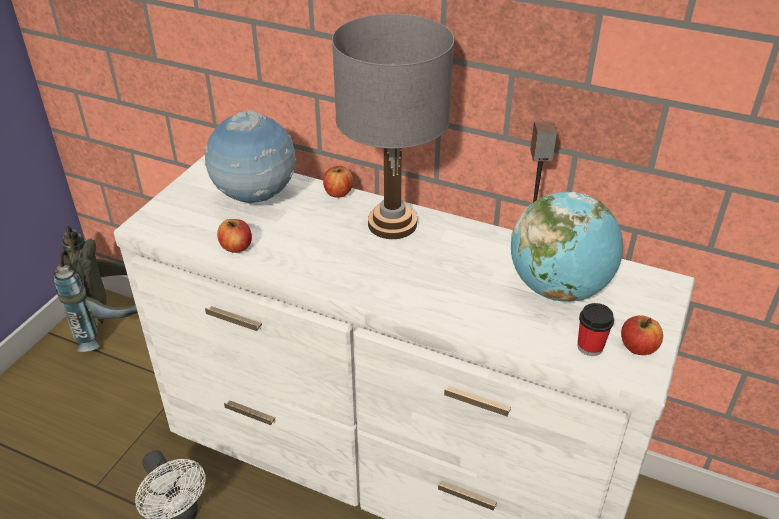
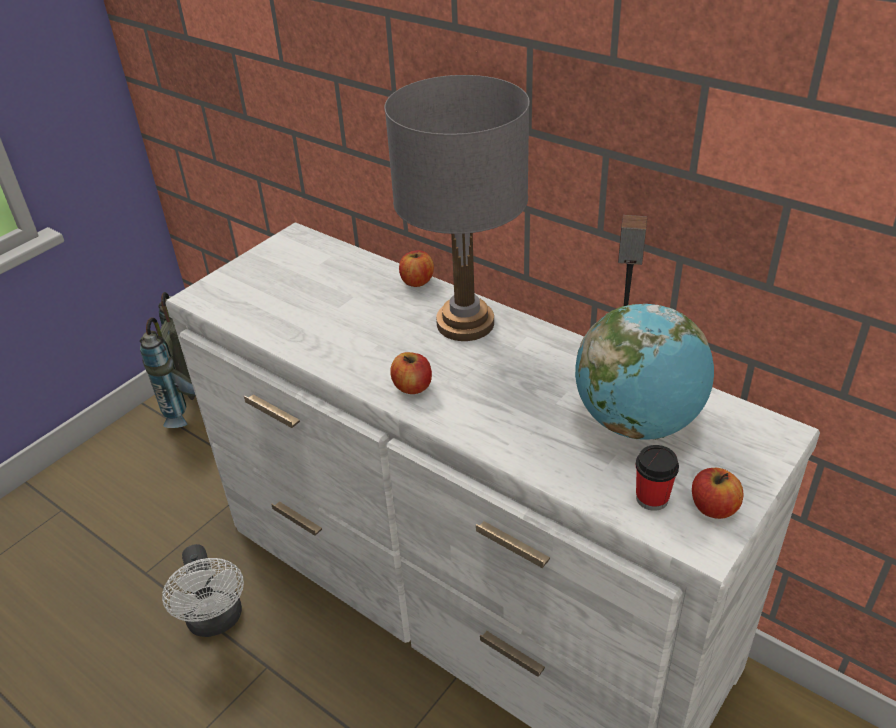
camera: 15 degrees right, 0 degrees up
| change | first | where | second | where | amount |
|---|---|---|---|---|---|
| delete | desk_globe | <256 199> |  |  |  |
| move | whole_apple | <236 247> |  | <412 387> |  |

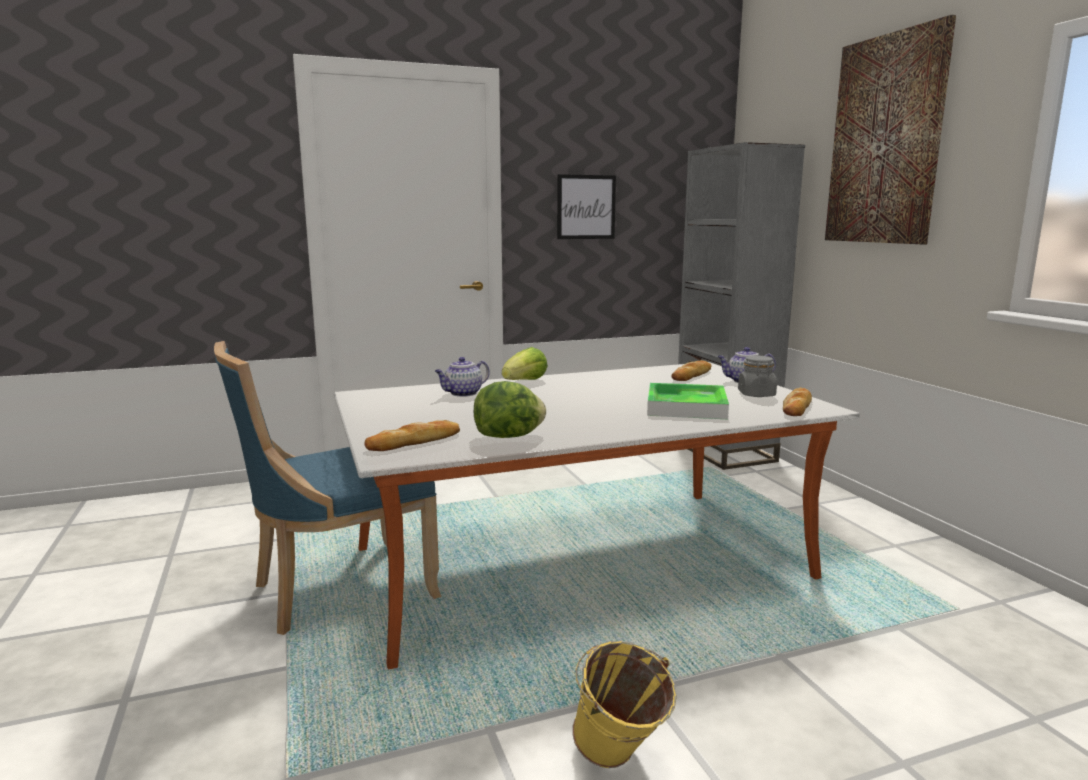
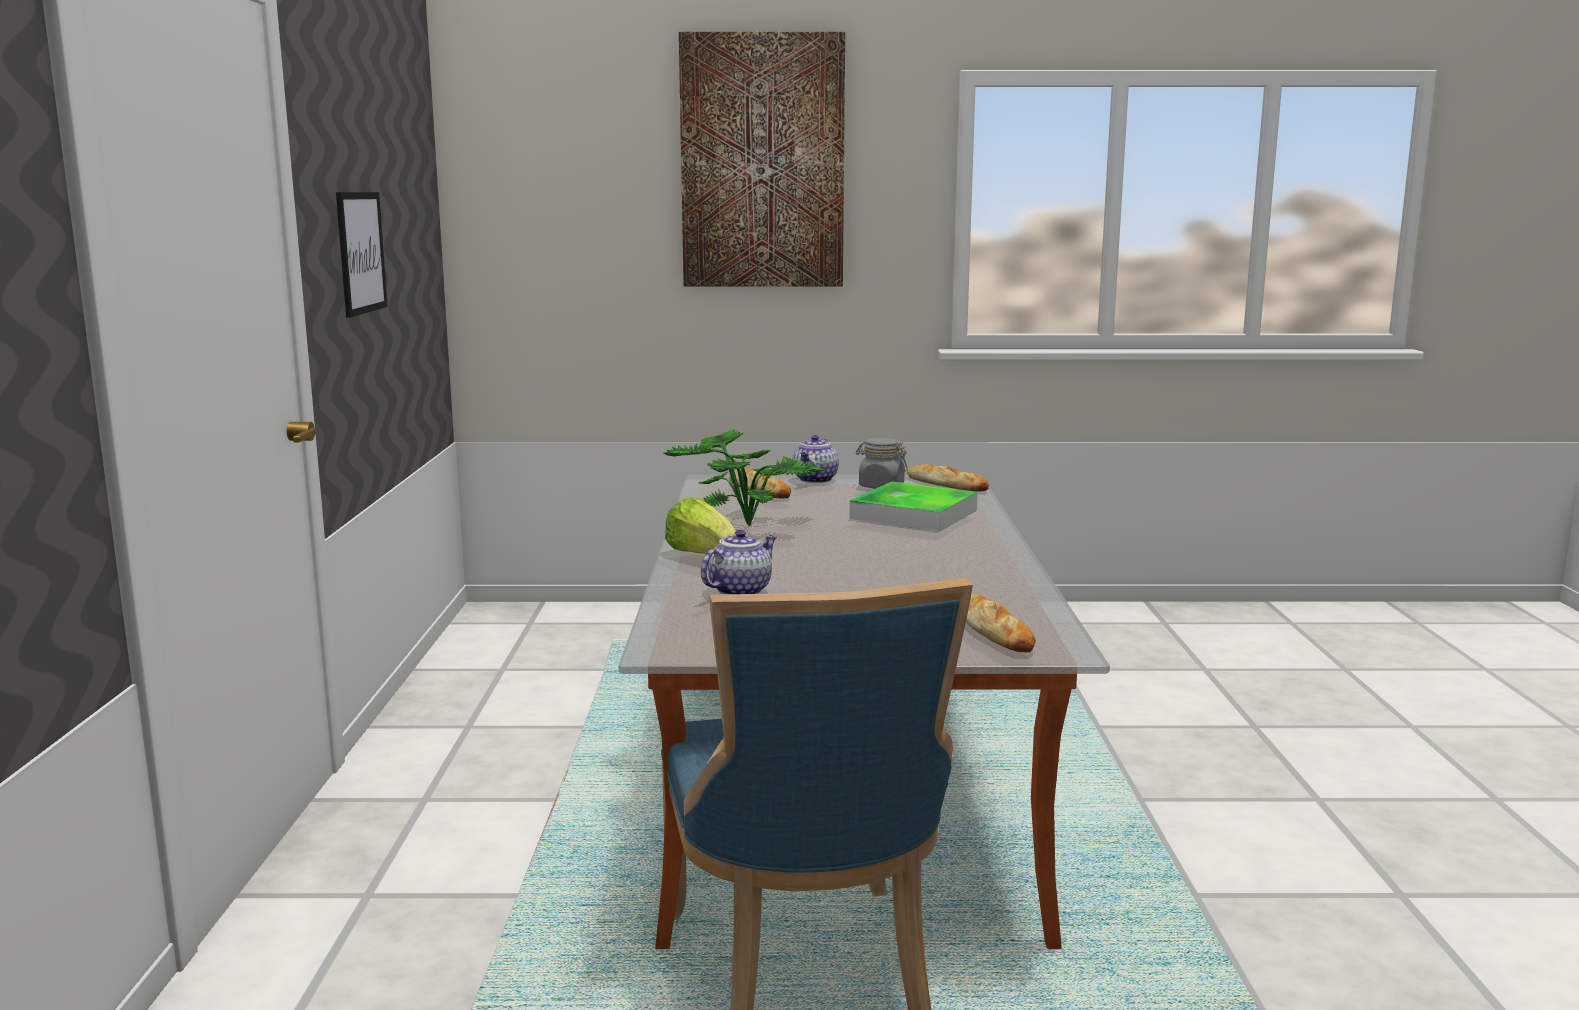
camera: 70 degrees left, 0 degrees up
| change | first | where | second | where | amount |
|---|---|---|---|---|---|
| delete | gray_bookshelf | <723 451> |  |  |  |
| rotate | teapot | <462 394> |  | <740 590> | 120 degrees counterclockwise |
| delete | head_of_lettuce | <509 437> |  |  |  |
| delete | yellowish_pail | <619 762> |  |  |  |
| insert |  |  | potted_plant | <746 523> |  |

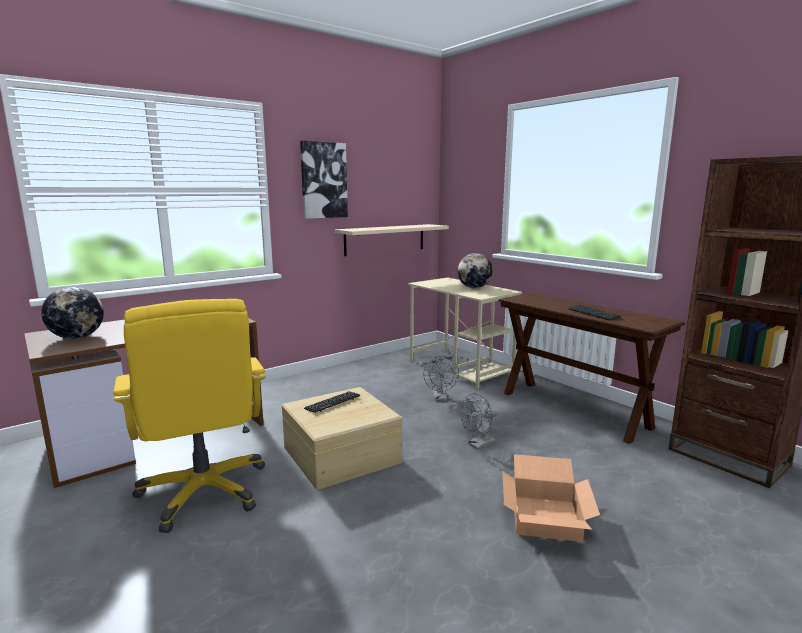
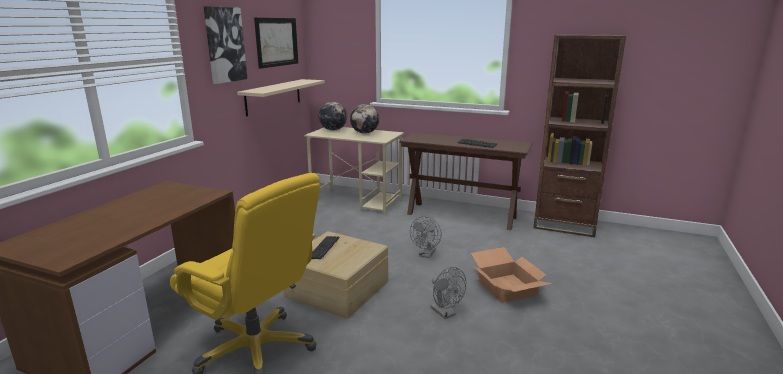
camera: 30 degrees left, 5 degrees up
| change | first | where | second | where | amount |
|---|---|---|---|---|---|
| move | desk_globe | <77 337> |  | <333 130> |  |
| move | gray_electric_fan | <440 398> |  | <445 313> |  |
| insert |  |  | picture | <276 42> |  |

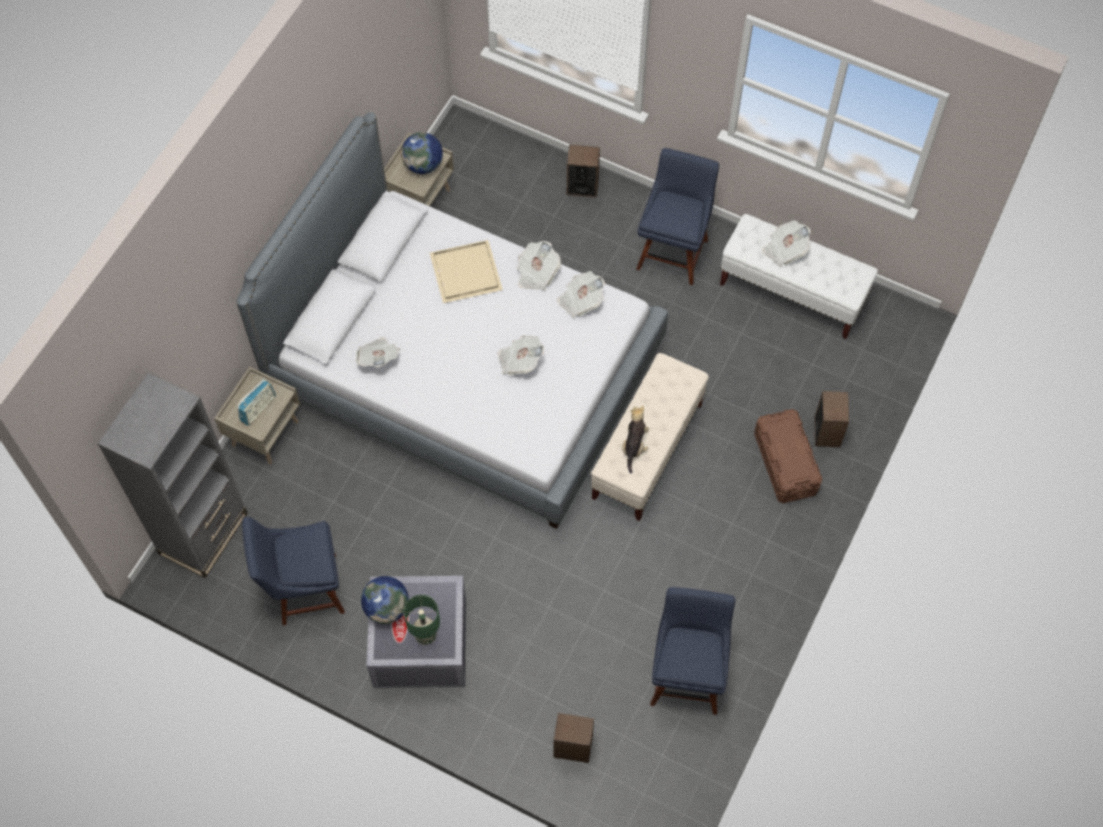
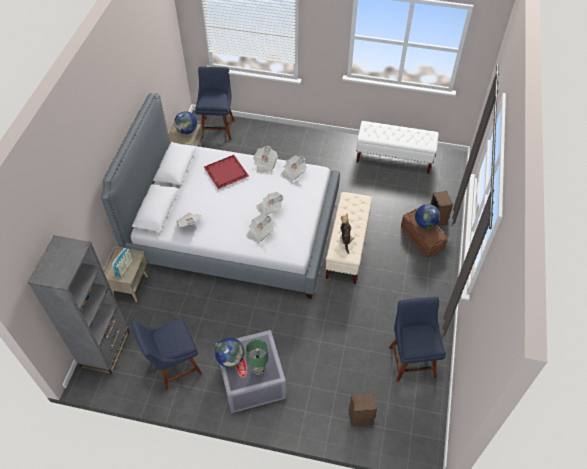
camera: 15 degrees left, 10 degrees down
| change | first | where | second | where | amount |
|---|---|---|---|---|---|
| delete | audio_speaker | <582 186> |  |  |  |
| move | blue-coloured_chair | <673 251> |  | <217 127> |  |
| move | newspaper | <785 249> |  | <259 233> |  |
| recolor | beige-coloured_serving_tray | <464 272> | reddish_serving_tray | <225 172> |  |
| insert |  |  | desk_globe | <425 223> |  |

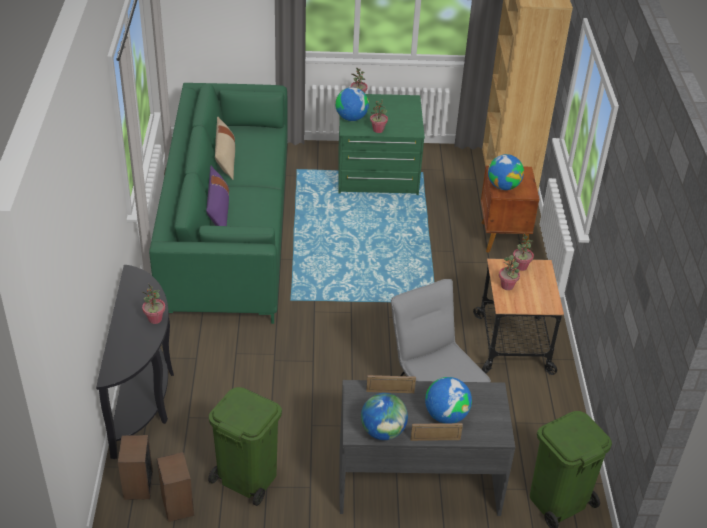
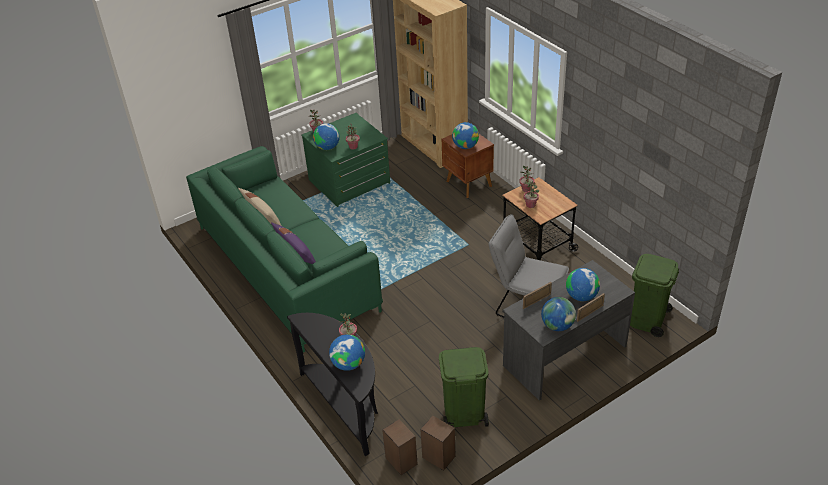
camera: 30 degrees left, 0 degrees up
| change | first | where | second | where | amount |
|---|---|---|---|---|---|
| insert |  |  | desk_globe | <348 364> |  |

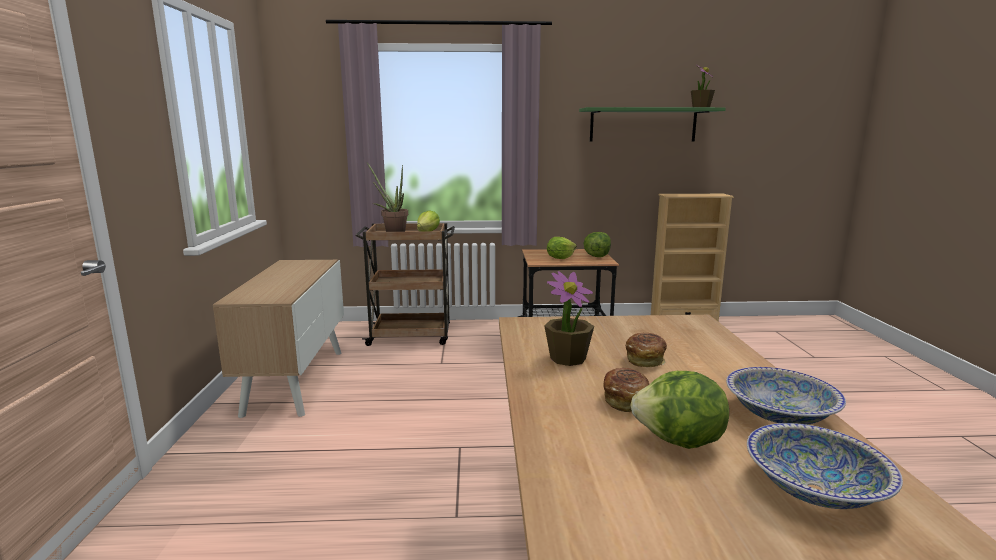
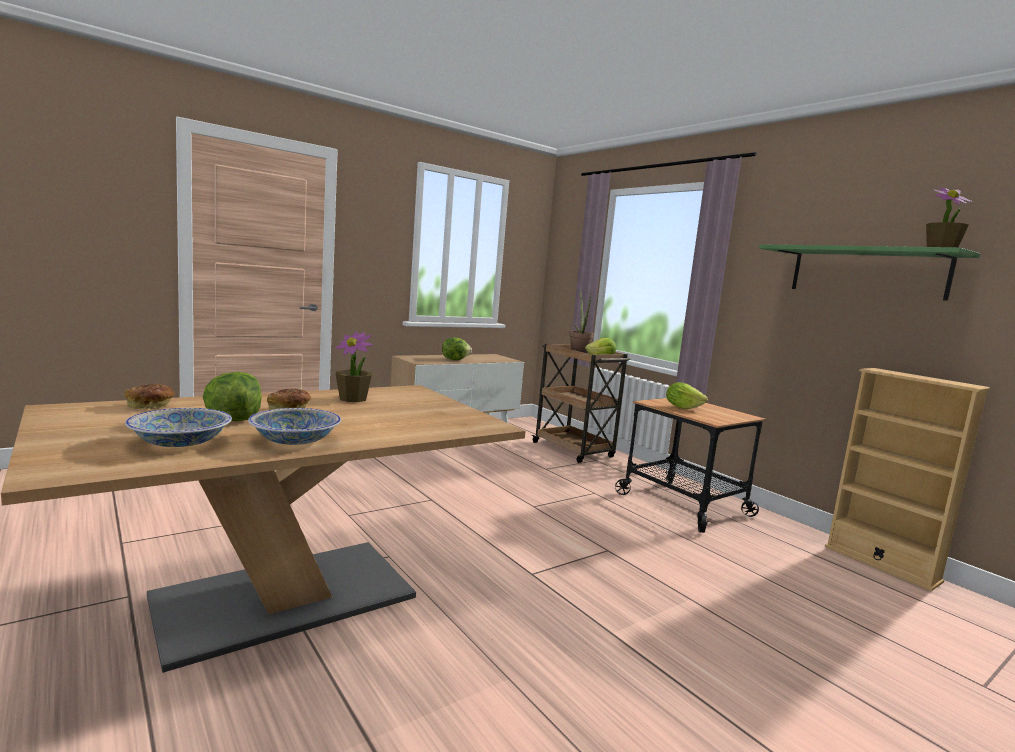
camera: 55 degrees right, 5 degrees down
| change | first | where | second | where | amount |
|---|---|---|---|---|---|
| move | head_of_lettuce | <596 256> |  | <454 360> |  |
| move | bakery_bread | <645 360> |  | <151 407> |  |

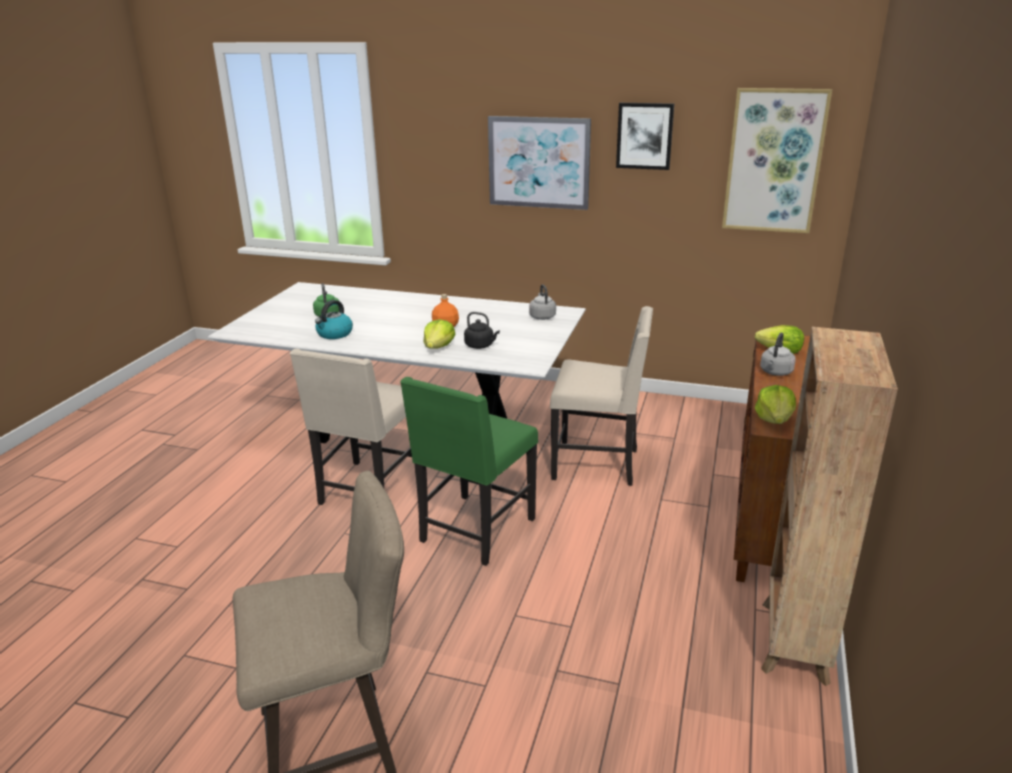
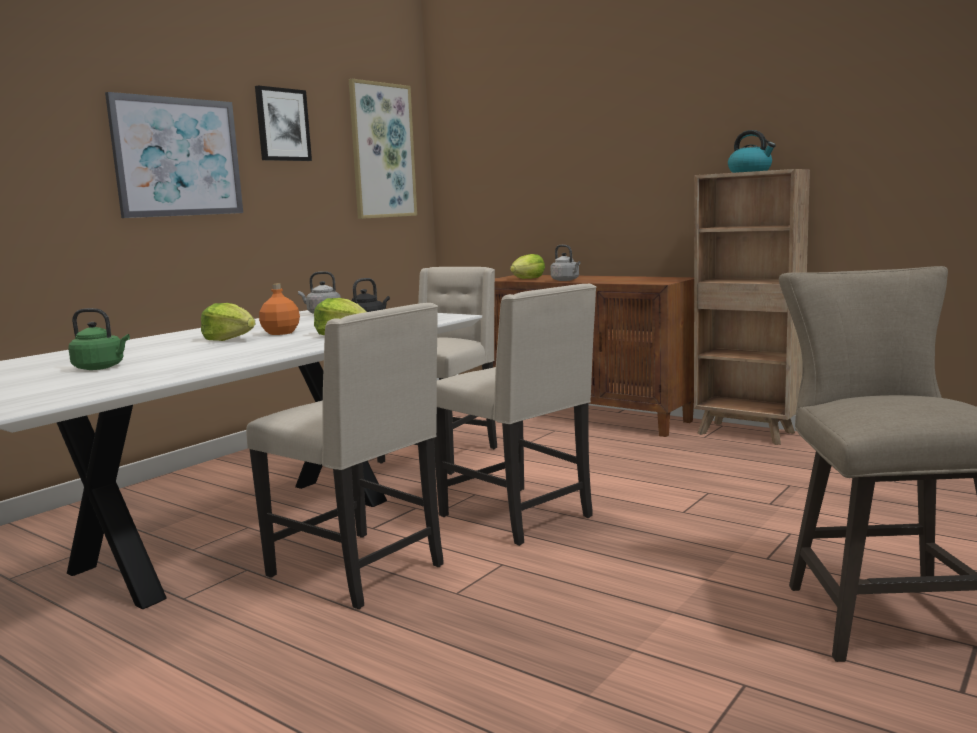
camera: 70 degrees left, 15 degrees down
| change | first | where | second | where | amount |
|---|---|---|---|---|---|
| move | kettle | <334 334> |  | <750 171> |  |
| recolor | green_chair | <475 531> | beige-coloured_chair | <519 516> |  |
| move | head_of_lettuce | <774 420> |  | <230 339> |  |

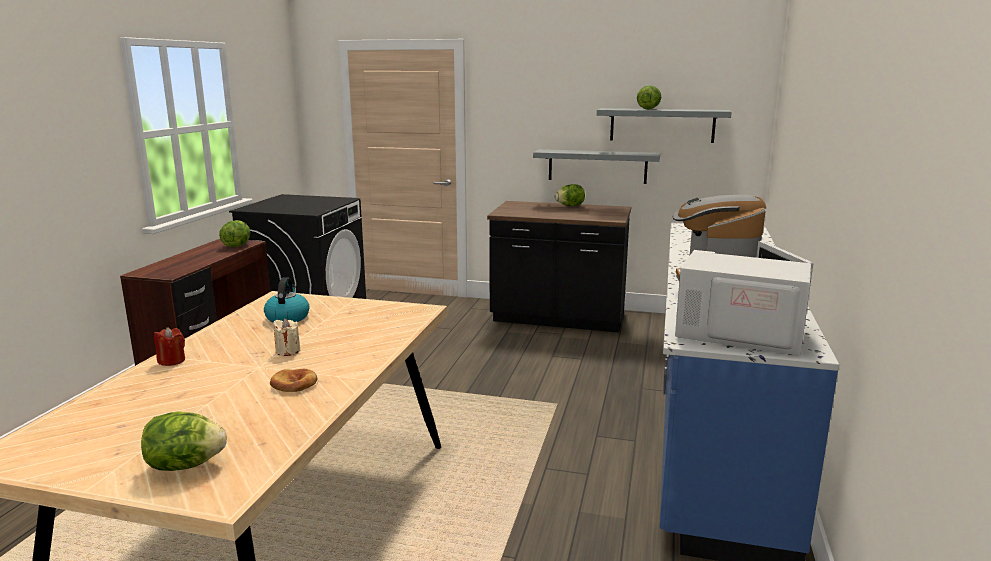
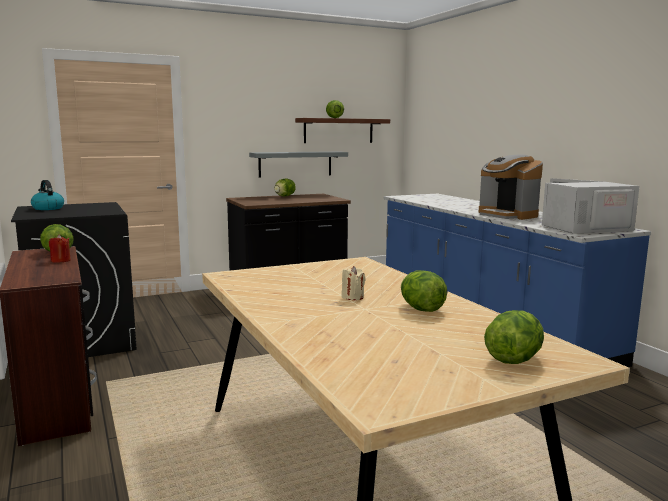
camera: 40 degrees left, 5 degrees down
| change | first | where | second | where | amount |
|---|---|---|---|---|---|
| recolor | gray_wall_shelf | <662 125> | brownish_wall_shelf | <338 130> |  |
| move | kettle | <287 317> |  | <47 208> |  |
| move | reddish_wax_candle | <171 361> |  | <60 260> |  |
| replace | bakery_bread | <294 384> | head_of_lettuce | <421 309> |  |

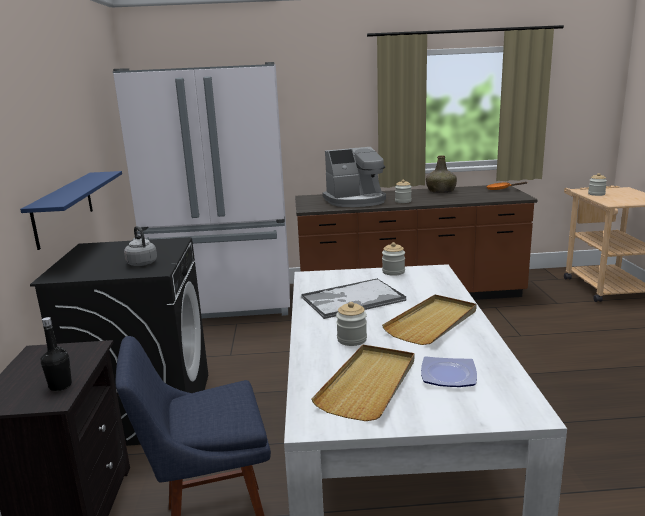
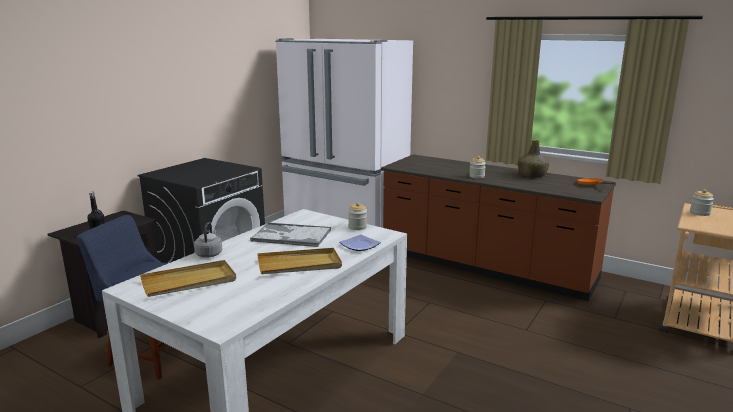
camera: 35 degrees right, 0 degrees up
| change | first | where | second | where | amount |
|---|---|---|---|---|---|
| delete | coffee_machine | <356 201> |  |  |  |
| delete | blue-coloured_wall_shelf | <63 208> |  |  |  |
| move | gray_kettle | <141 263> |  | <209 254> |  |
| delete | preserve_jar | <352 339> |  |  |  |
| move | flat_dish | <449 375> |  | <360 245> |  |

